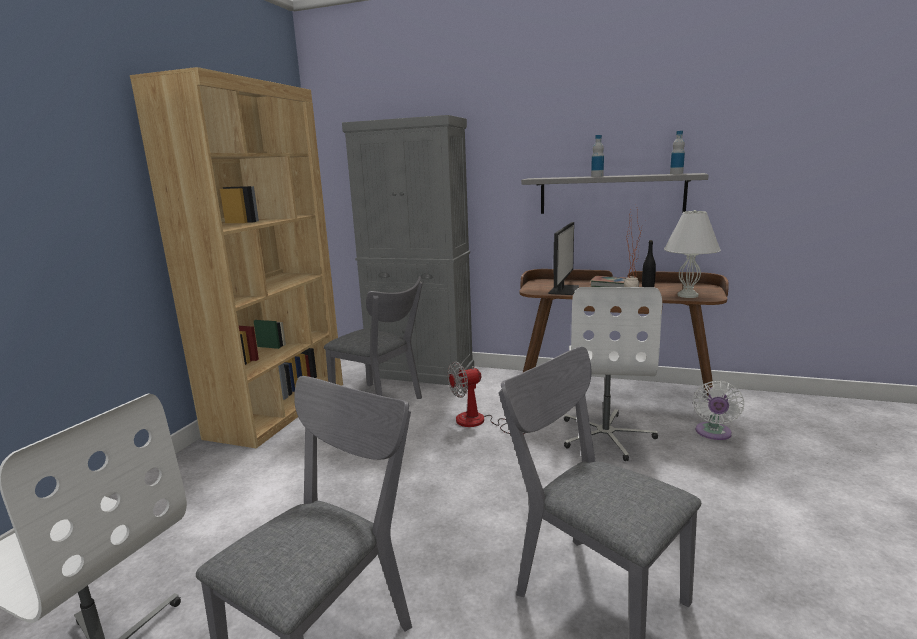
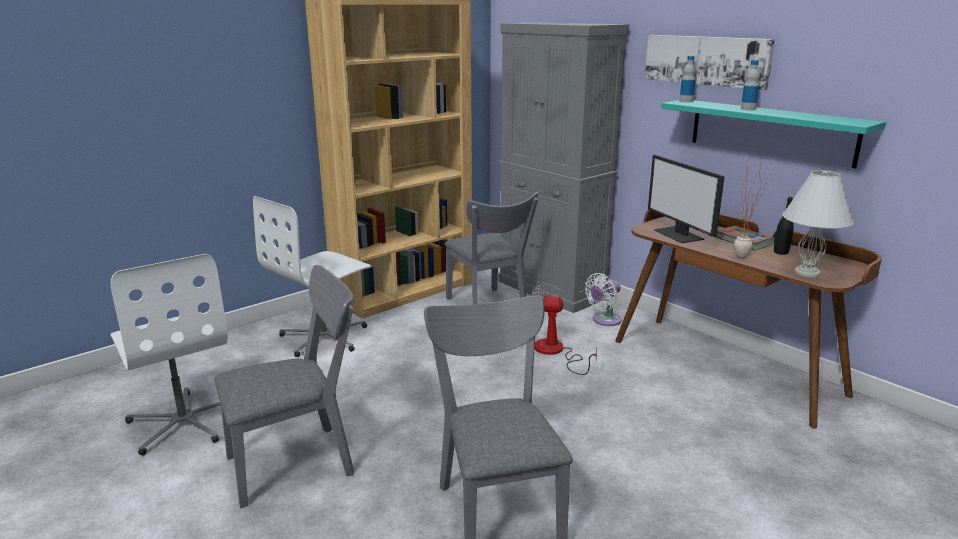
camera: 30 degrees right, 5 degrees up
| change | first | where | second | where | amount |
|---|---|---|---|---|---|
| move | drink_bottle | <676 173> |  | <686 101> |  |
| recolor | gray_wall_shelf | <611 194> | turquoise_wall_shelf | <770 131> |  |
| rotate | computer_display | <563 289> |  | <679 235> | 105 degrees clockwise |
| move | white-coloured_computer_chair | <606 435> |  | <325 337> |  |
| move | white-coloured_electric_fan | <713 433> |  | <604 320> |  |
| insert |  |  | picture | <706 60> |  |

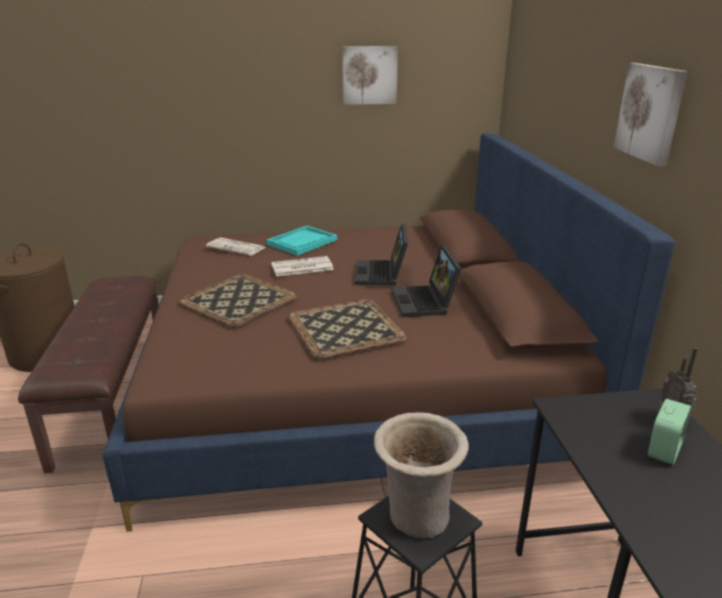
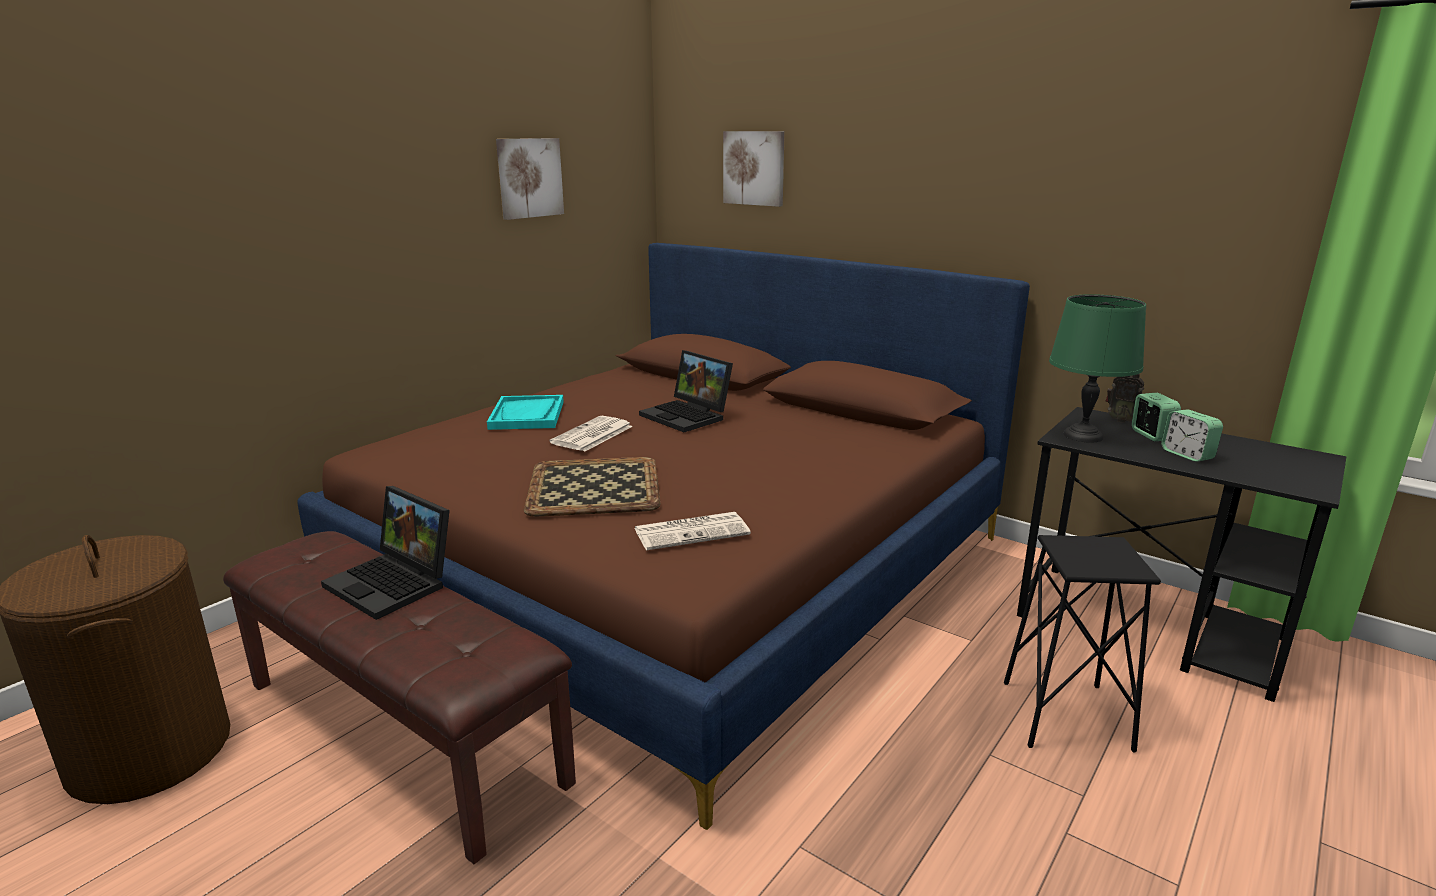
camera: 45 degrees left, 5 degrees down
| change | first | where | second | where | amount |
|---|---|---|---|---|---|
| move | picture | <650 112> |  | <754 168> |  |
| move | newspaper | <237 247> |  | <692 531> |  |
| move | laptop | <425 302> |  | <395 583> |  |
| delete | serving_tray | <346 328> |  |  |  |
| delete | beige-coloured_vase | <416 517> |  |  |  |
| insert |  |  | green_tabletop_lamp | <1082 436> |  |
| insert |  |  | bedside_clock | <1187 455> |  |

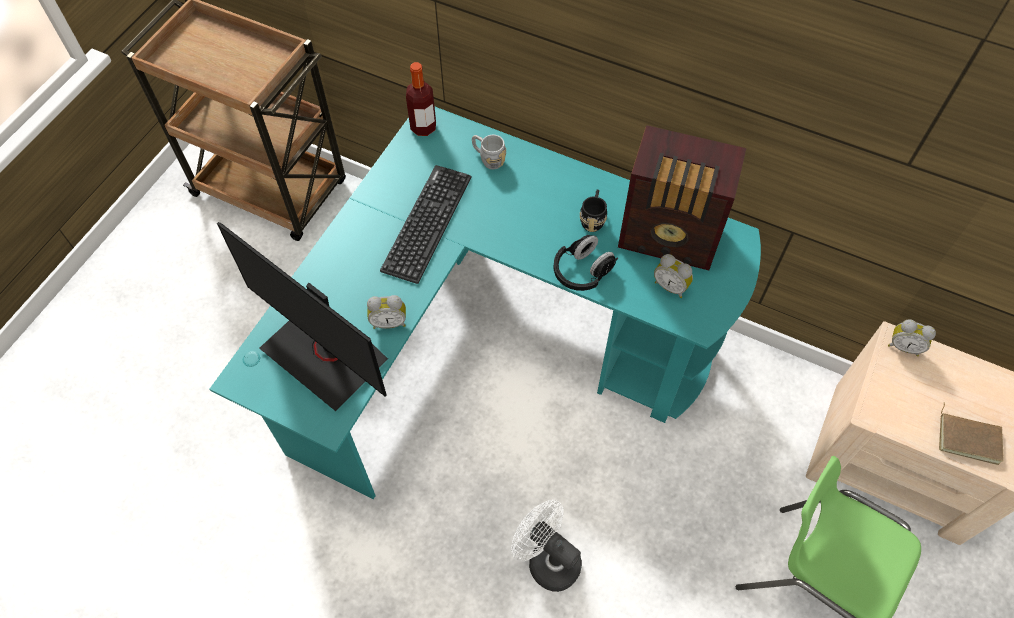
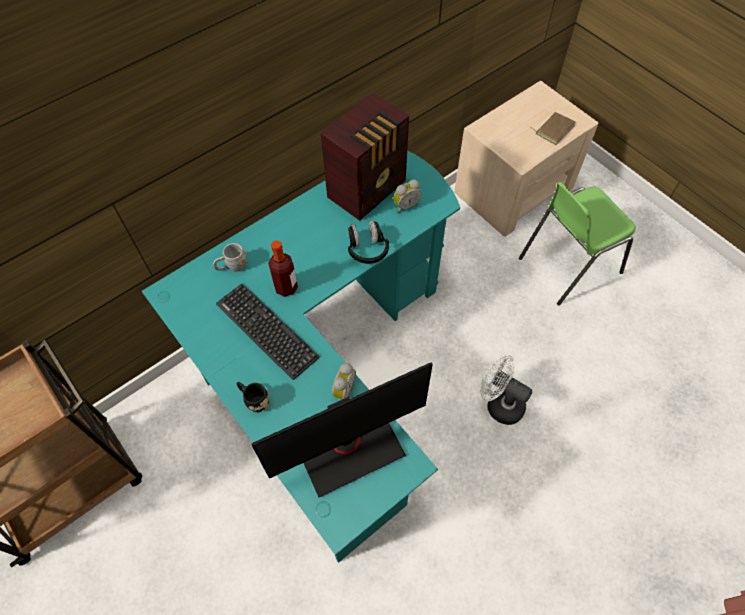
camera: 65 degrees left, 0 degrees up
| change | first | where | second | where | amount |
|---|---|---|---|---|---|
| move | drink_bottle | <423 127> |  | <286 287> |  |
| move | black_tea_mug | <593 218> |  | <254 400> |  |
| delete | bedside_clock | <903 346> |  |  |  |
| rotate | white-coloured_electric_fan | <547 559> |  | <499 403> | 60 degrees clockwise |

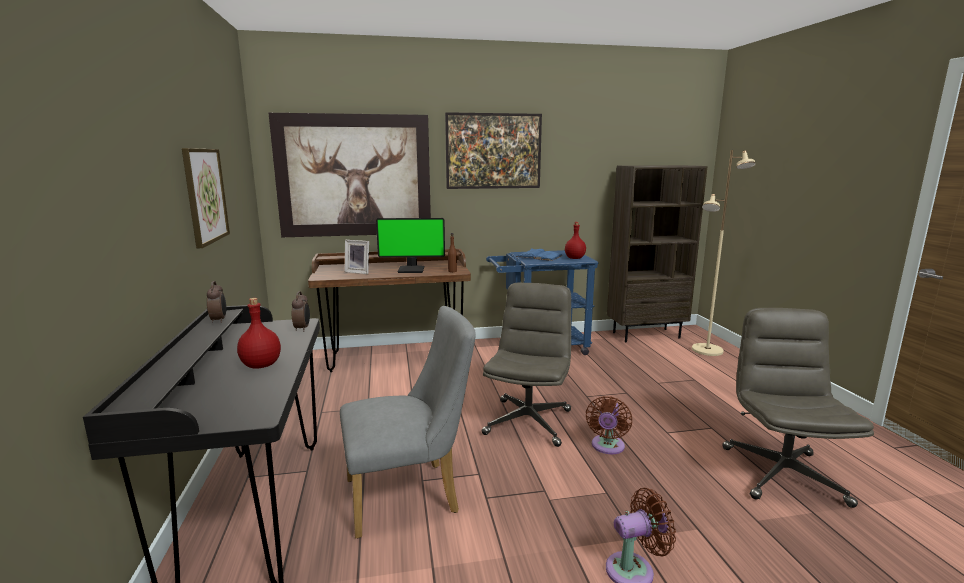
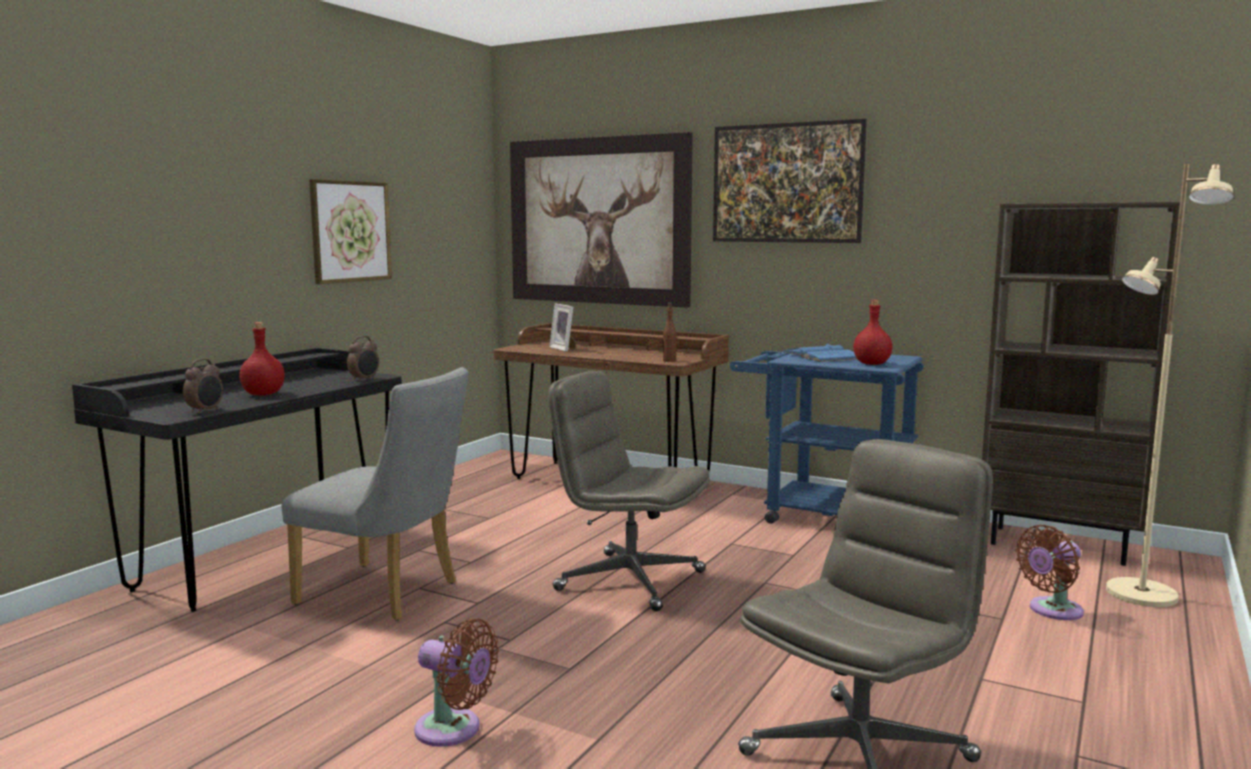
camera: 40 degrees right, 5 degrees down
| change | first | where | second | where | amount |
|---|---|---|---|---|---|
| delete | computer_display | <412 269> |  |  |  |
| move | bedside_clock | <219 320> |  | <206 411> |  |
| rotate | gray_computer_chair | <528 421> |  | <628 581> | 120 degrees counterclockwise |
| move | brownish_electric_fan | <607 447> |  | <1052 611> |  |

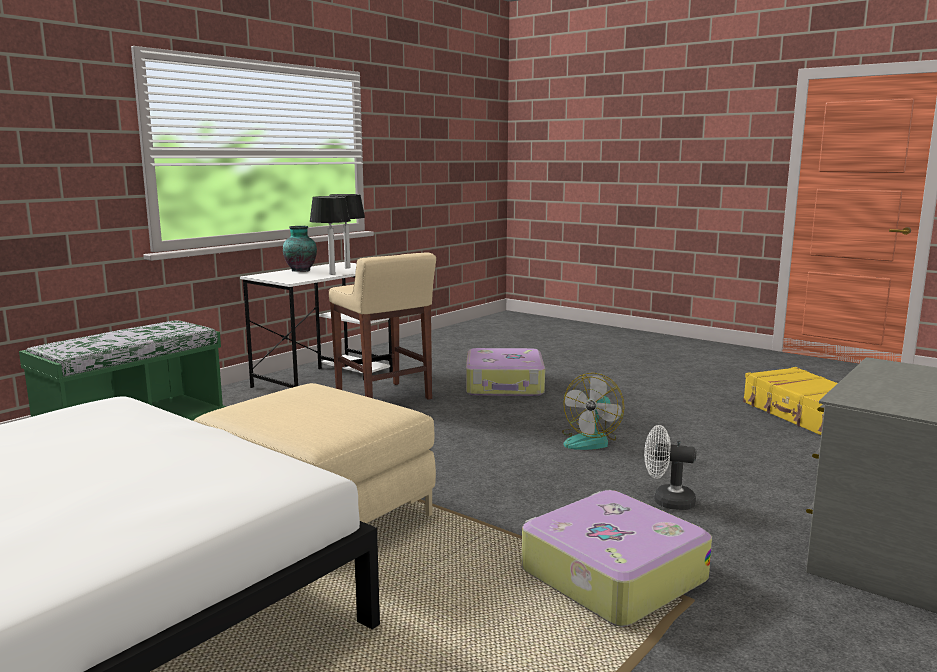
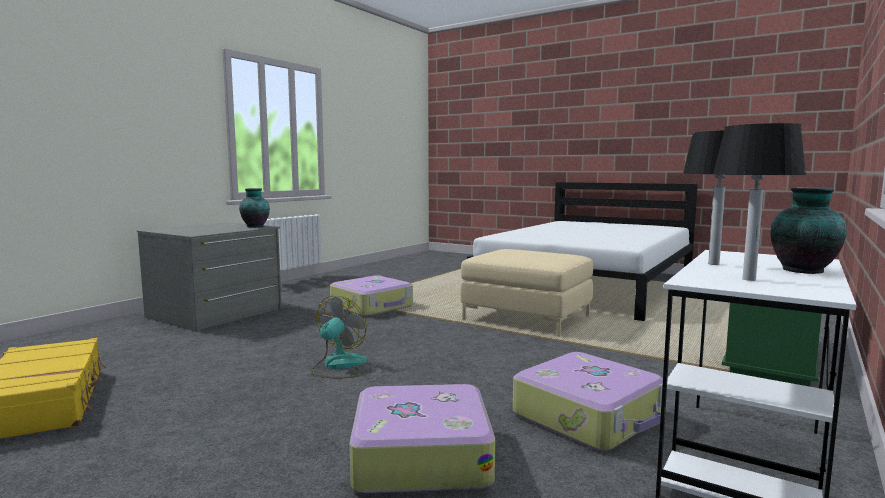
camera: 175 degrees right, 5 degrees down
| change | first | where | second | where | amount |
|---|---|---|---|---|---|
| replace | beige-coloured_stool_seat | <384 398> | piece_of_luggage | <589 416> |  |
| delete | white-coloured_electric_fan | <667 501> |  |  |  |
| insert |  |  | vase | <255 226> |  |

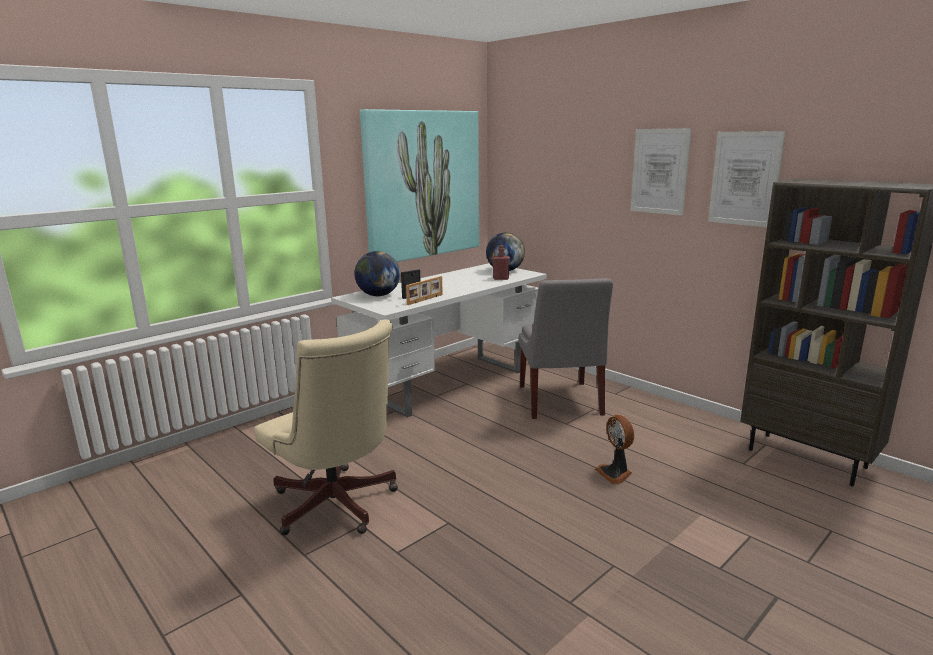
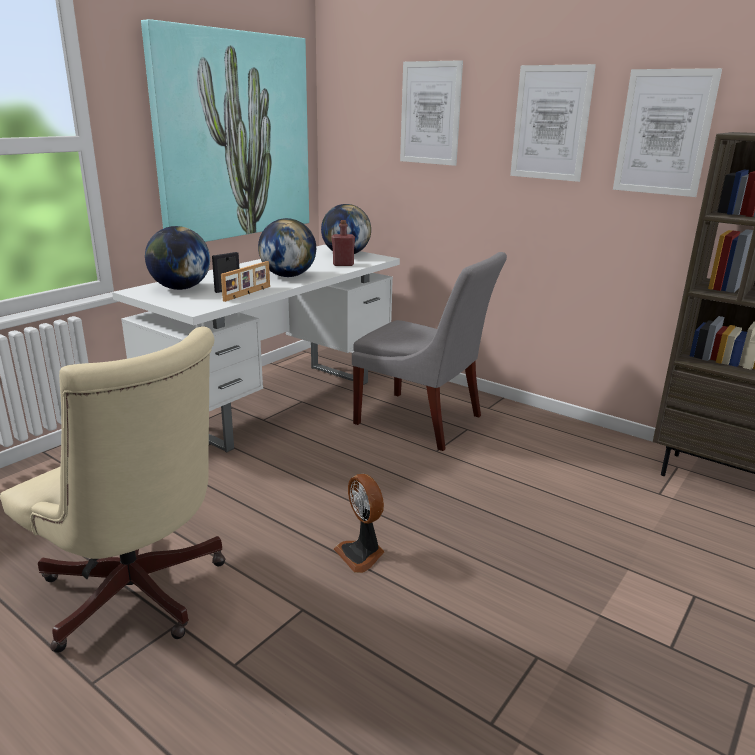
camera: 10 degrees left, 5 degrees up
| change | first | where | second | where | amount |
|---|---|---|---|---|---|
| rotate | gray_chair | <559 402> |  | <423 421> | 45 degrees counterclockwise |
| move | electric_fan | <615 473> |  | <362 554> |  |
| insert |  |  | picture | <430 113> |  |
| insert |  |  | desk_globe | <288 276> |  |

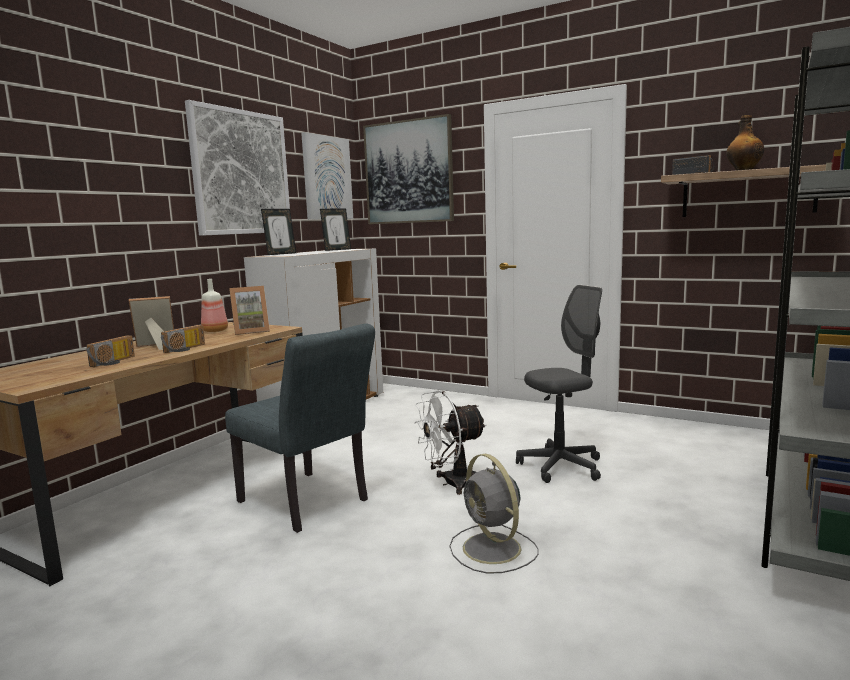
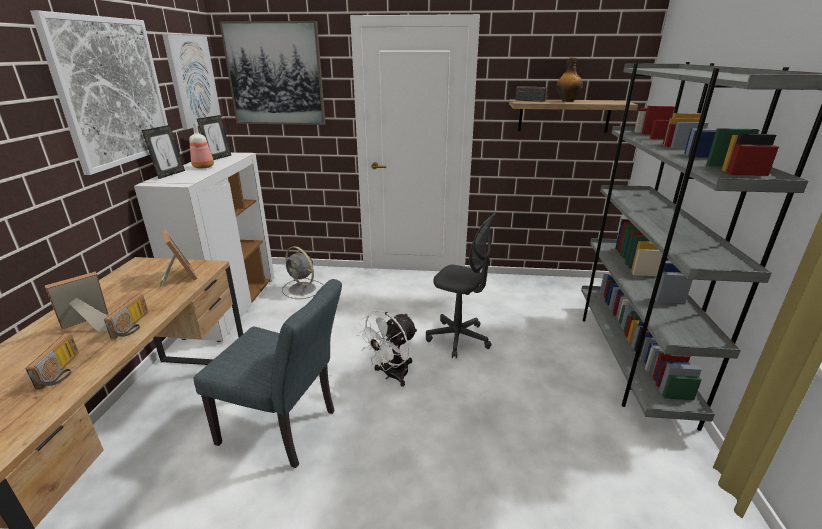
camera: 25 degrees left, 15 degrees up
| change | first | where | second | where | amount |
|---|---|---|---|---|---|
| move | drink_bottle | <215 330> |  | <203 167> |  |
| rotate | gray_computer_chair | <561 466> |  | <458 338> | 75 degrees clockwise |
| rotate | standing_frame | <250 331> |  | <179 277> | 75 degrees counterclockwise |
| move | gray_electric_fan | <493 549> |  | <303 289> |  |

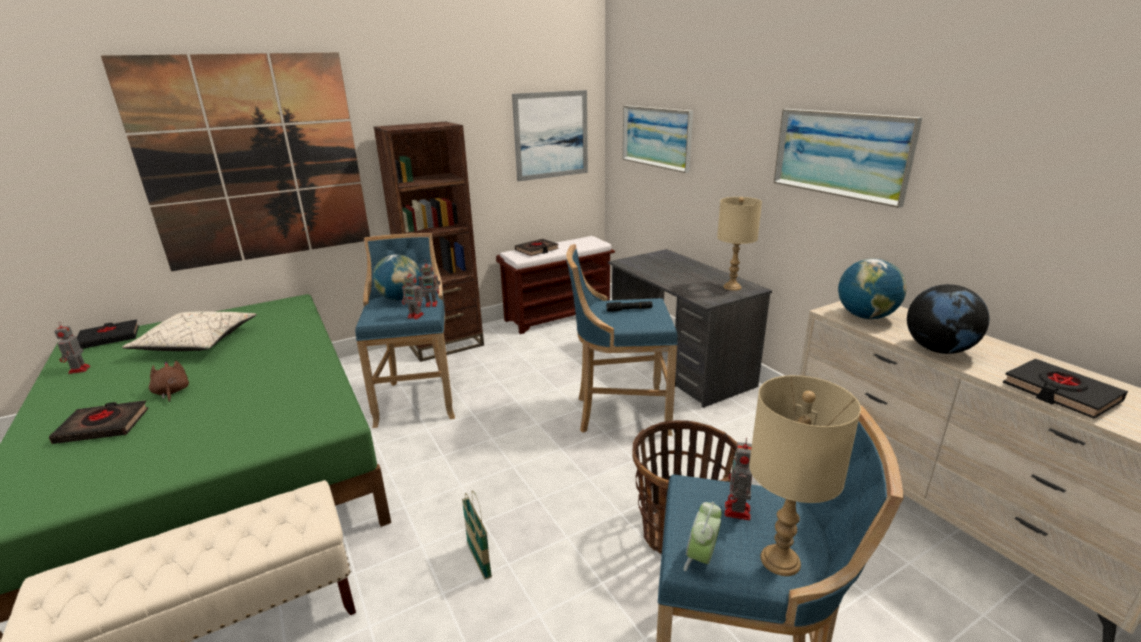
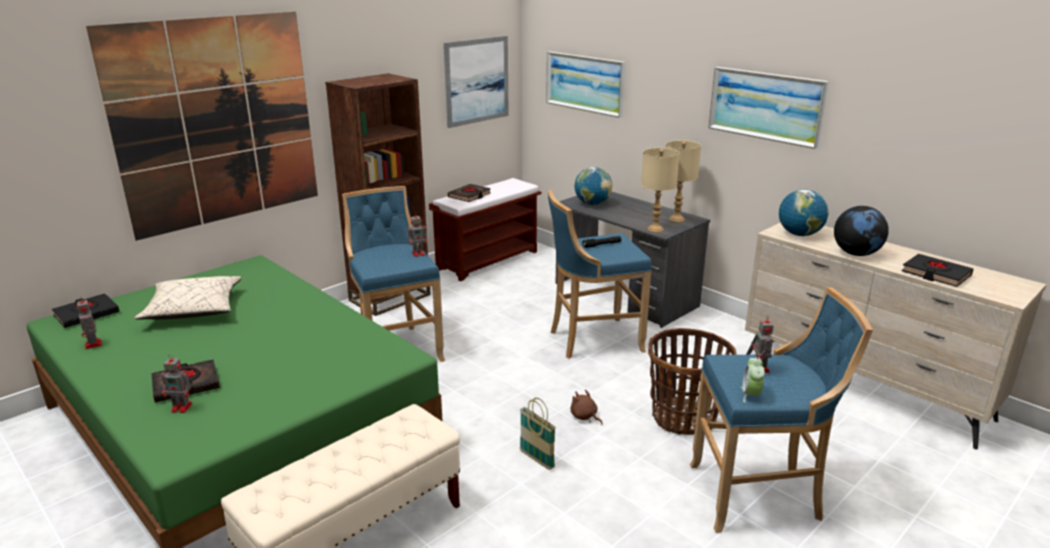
camera: 15 degrees left, 0 degrees up
| change | first | where | second | where | amount |
|---|---|---|---|---|---|
| move | desk_globe | <400 299> |  | <592 204> |  |
| move | model_robot | <416 316> |  | <183 407> |  |
| move | brownish_cuddly_toy | <171 392> |  | <584 417> |  |
| move | beige-coloured_tabletop_lamp | <780 560> |  | <655 229> |  |

